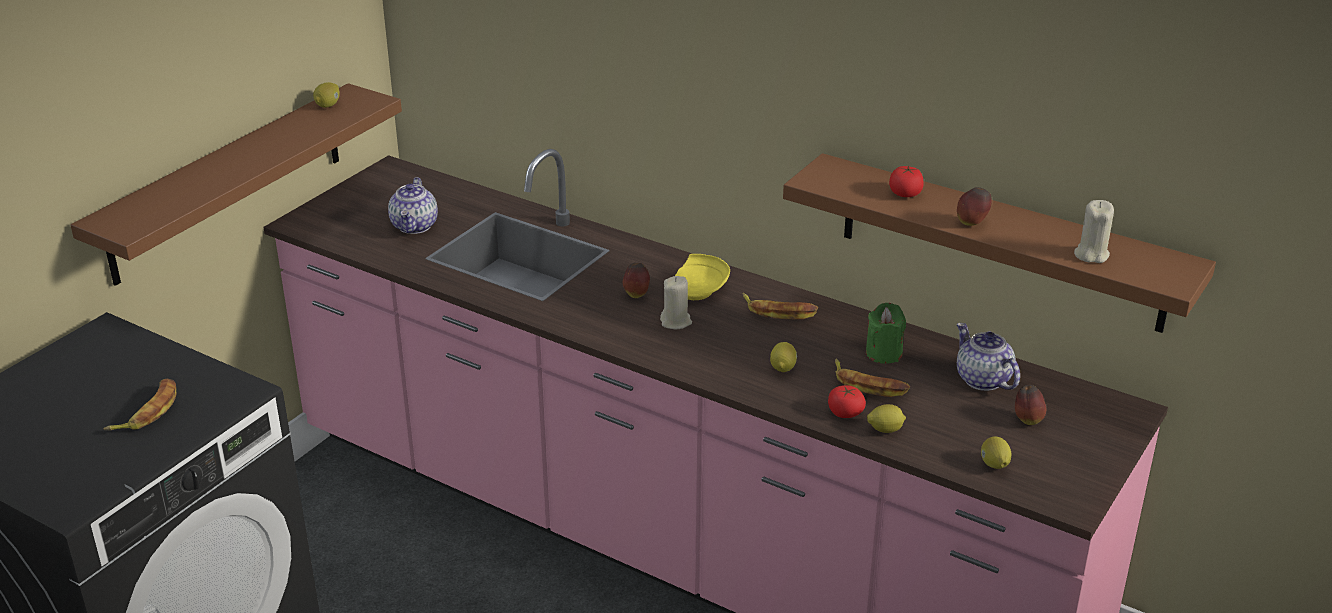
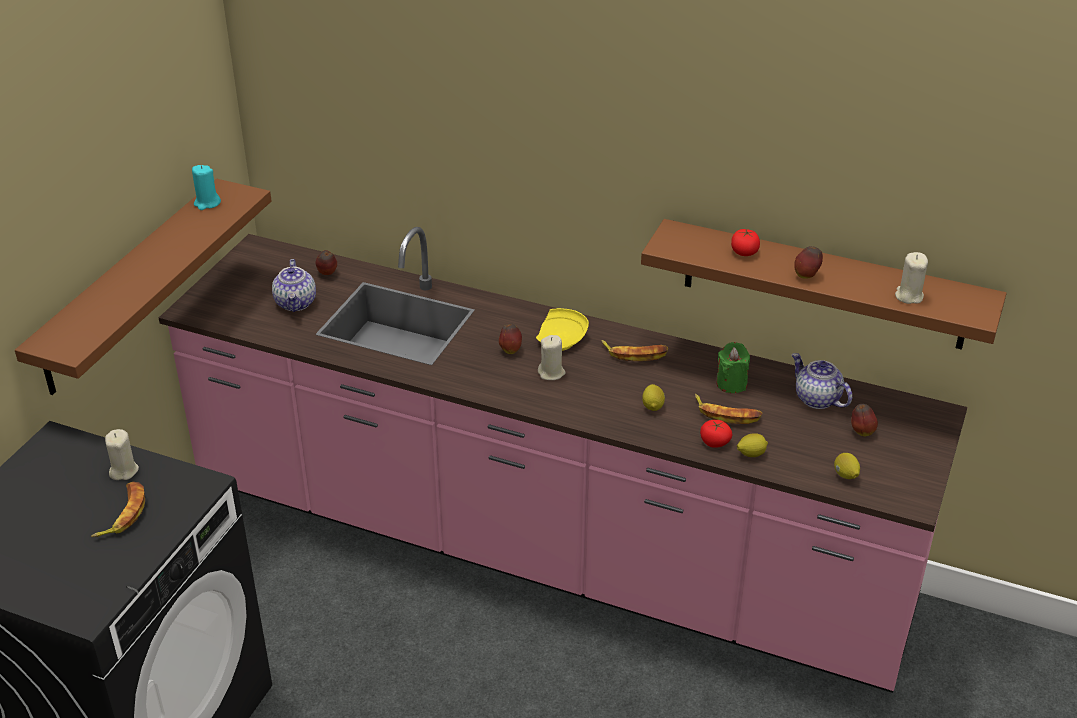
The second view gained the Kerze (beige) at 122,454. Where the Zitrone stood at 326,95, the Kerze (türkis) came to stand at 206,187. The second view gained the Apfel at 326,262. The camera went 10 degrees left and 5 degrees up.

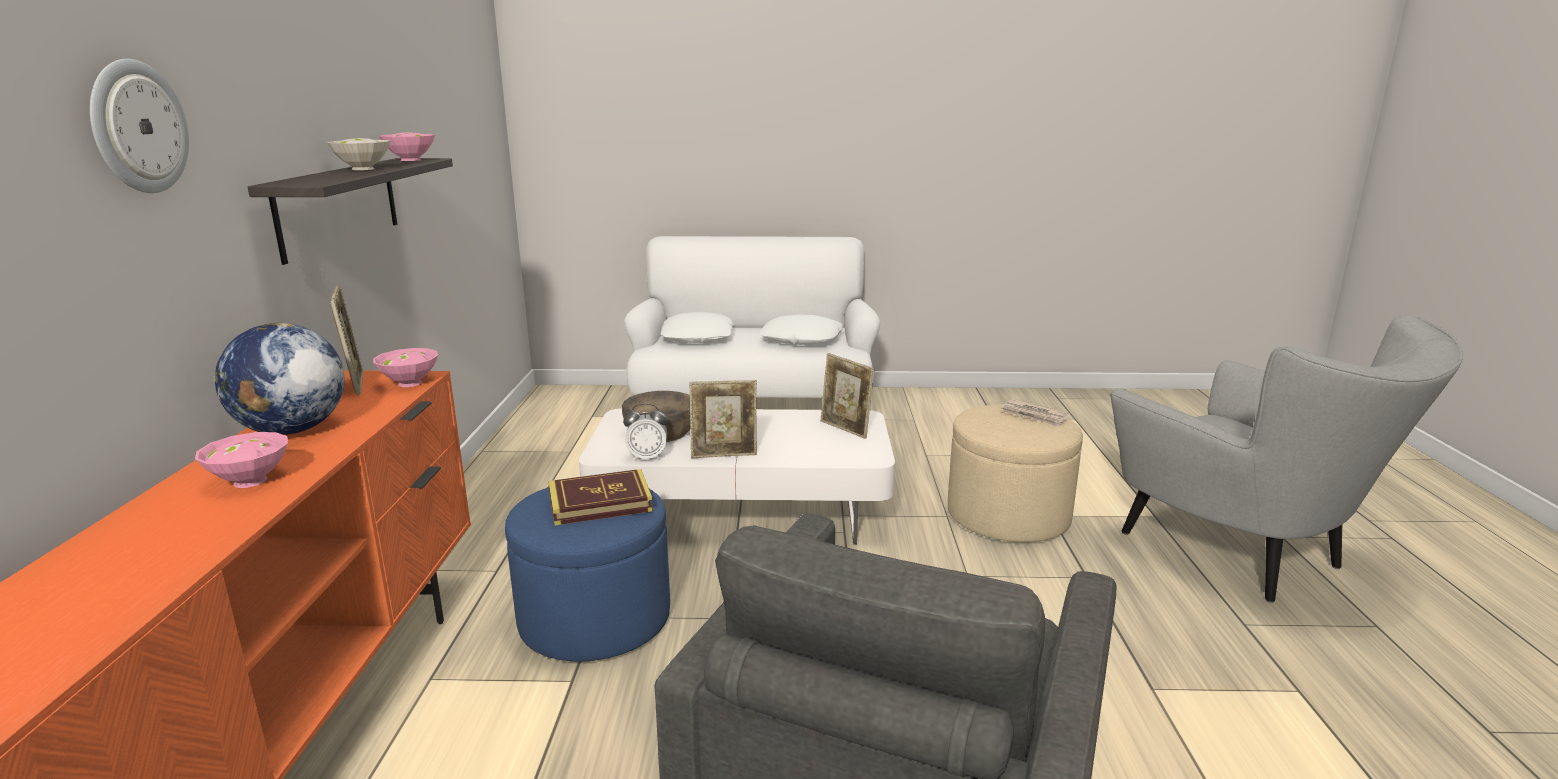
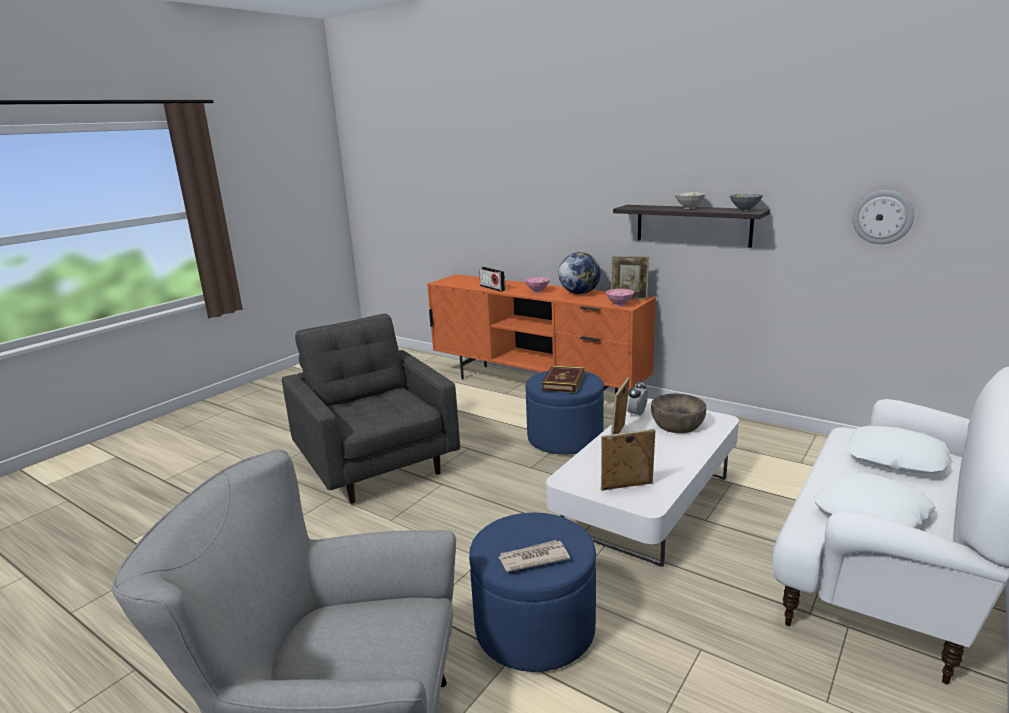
What was the Polsterhocker (beige) at 1015,473 turned into the Polsterhocker (blau) at 532,592. The second view gained the Radio at 492,279. What was the Schüssel (rosa) at 407,146 turned into the Schüssel (grau) at 746,202. The Wanduhr ended up elsewhere, having gone from 139,126 to 883,217. The camera went 125 degrees right and 0 degrees up.

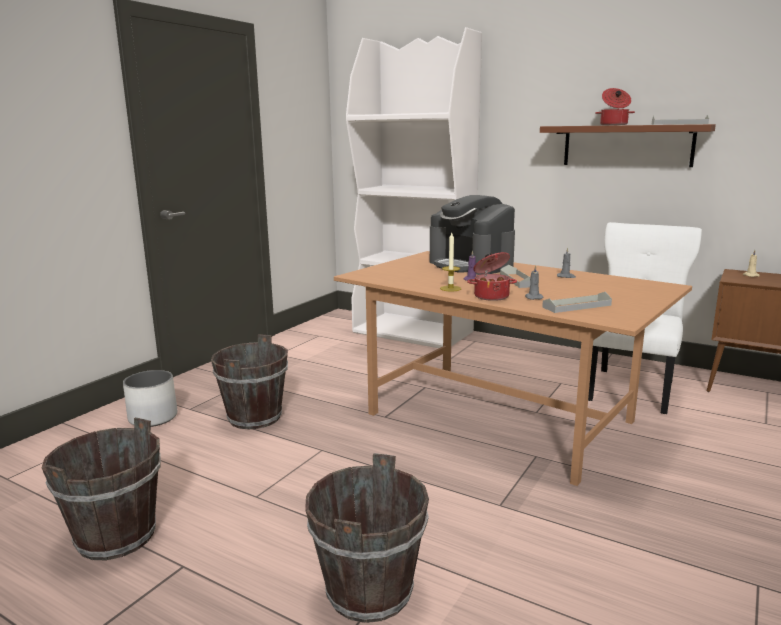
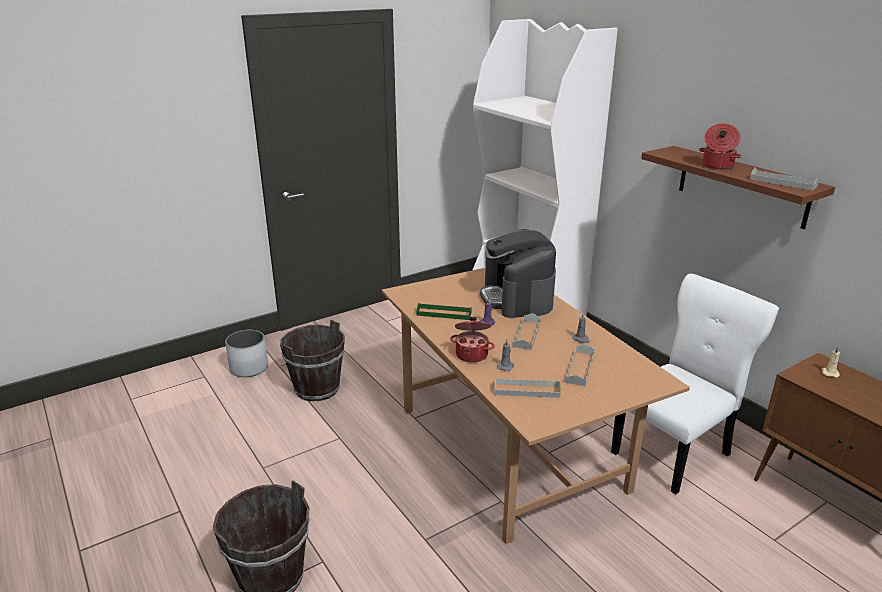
The second view gained the Tablett (grün) at 444,311. The second view gained the Tablett (grau) at 580,365. The second view lost the Eimer (braun) at 101,488. The second view lost the Kerze at 450,262. The camera went 25 degrees right and 10 degrees up.

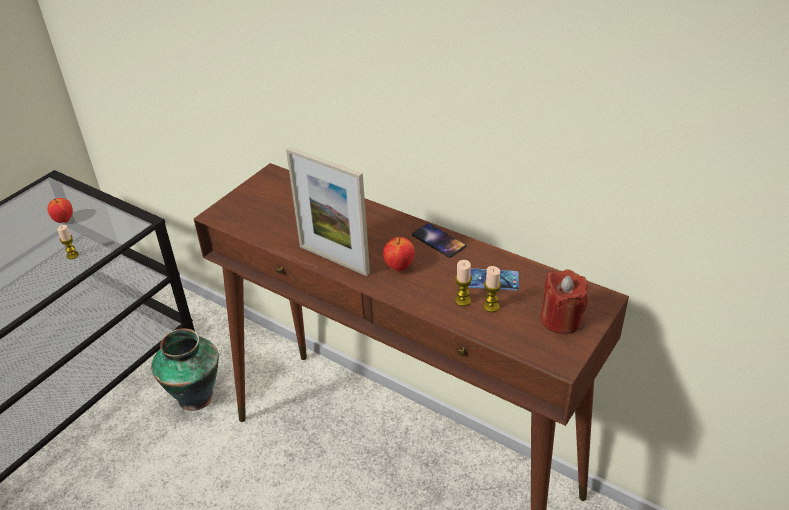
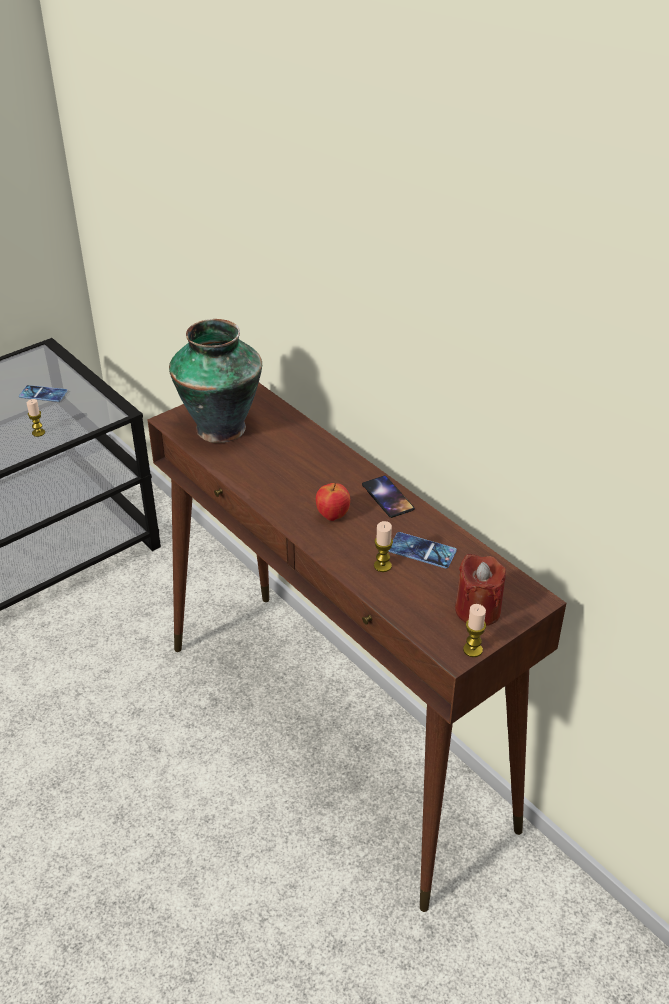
Where the Apfel stood at 60,210, the Handy came to stand at 43,393. The Vase ended up elsewhere, having gone from 185,370 to 215,381. The Kerze ended up elsewhere, having gone from 492,289 to 474,630. The second view lost the Bilderrahmen at 328,211. The camera went 15 degrees right and 0 degrees up.

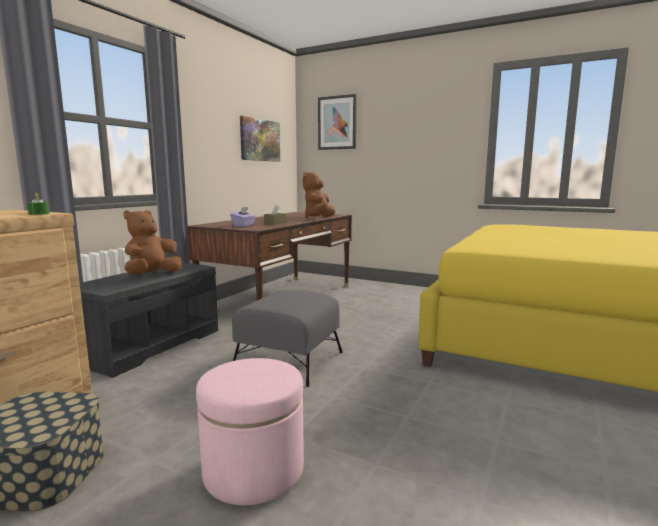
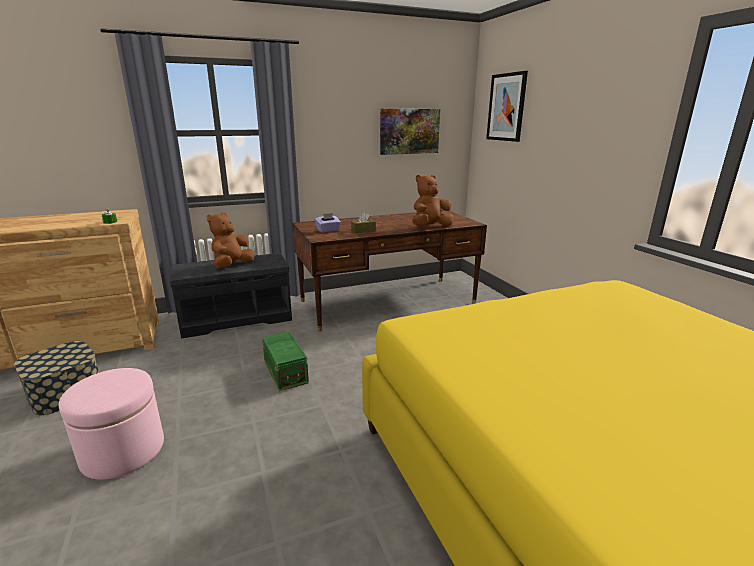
The Plüschtier (braun) at 153,242 ended up facing another way, 45 degrees counterclockwise from before. Where the Polsterhocker (grau) stood at 287,338, the Aufbewahrungsbox (grün) came to stand at 285,361. The camera went 40 degrees right and 10 degrees up.

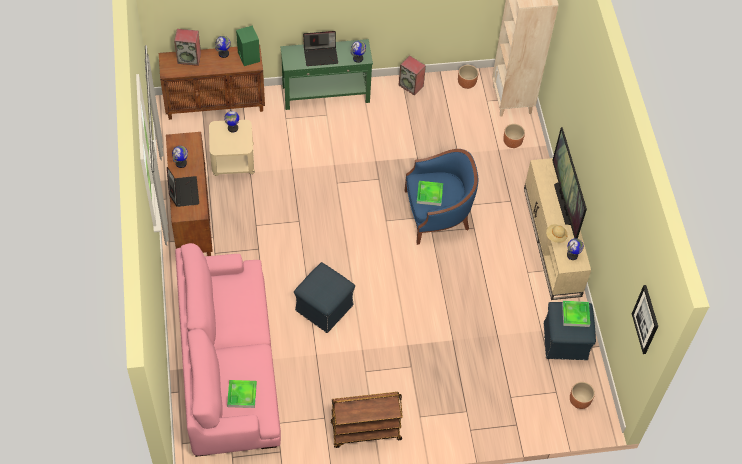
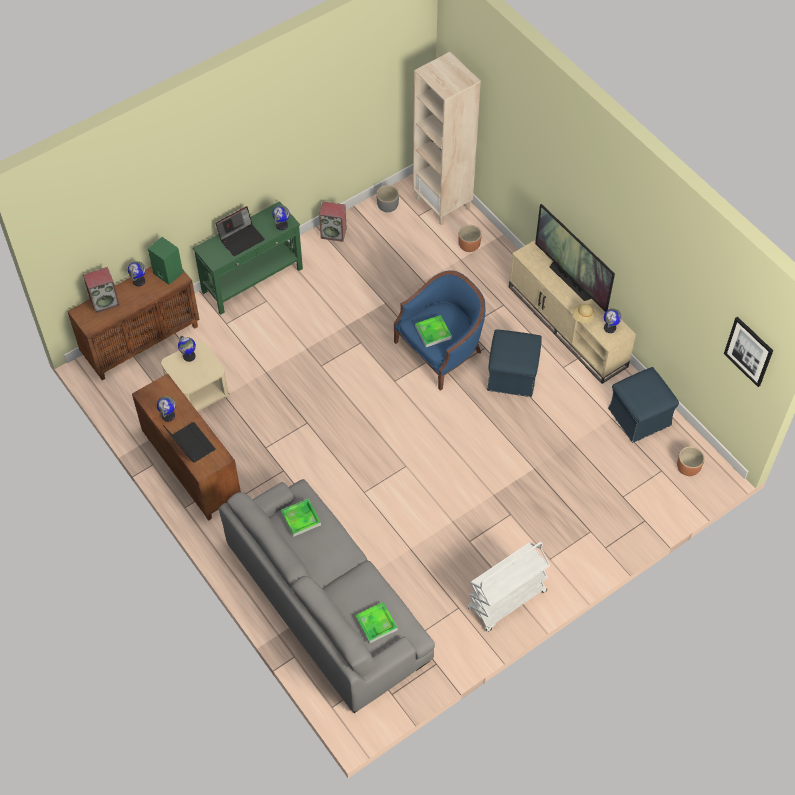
What was the Sofa (rosa) at 228,350 turned into the Sofa (grau) at 327,596. The Tablett ended up elsewhere, having gone from 576,314 to 301,518. What was the Pflanzkübel (braun) at 468,77 turned into the Pflanzkübel (grau) at 387,198. What was the Rollwagen (braun) at 367,420 turned into the Rollwagen (weiß) at 508,587. The Polsterhocker (blau) ended up elsewhere, having gone from 324,297 to 514,363. The camera went 25 degrees left and 0 degrees up.

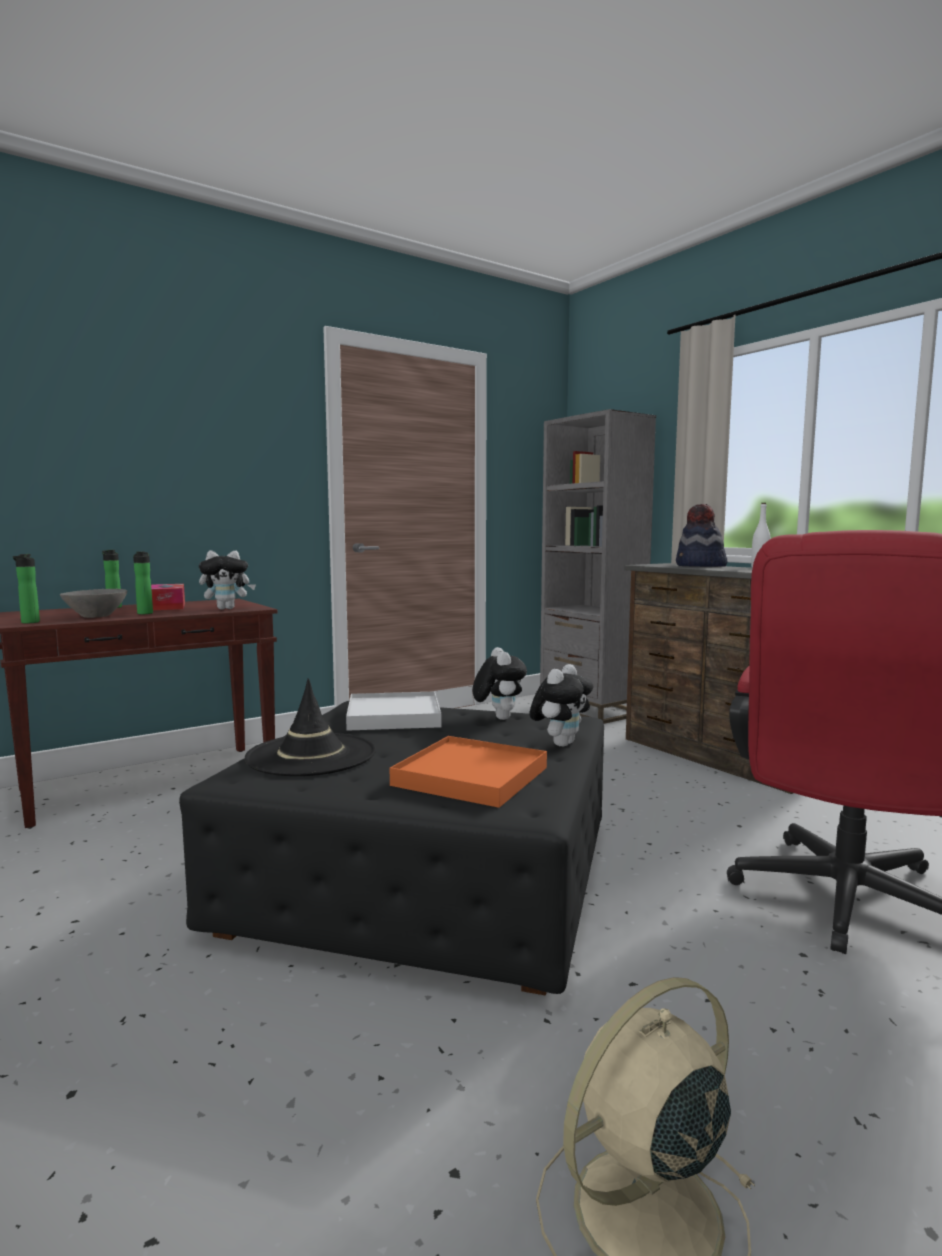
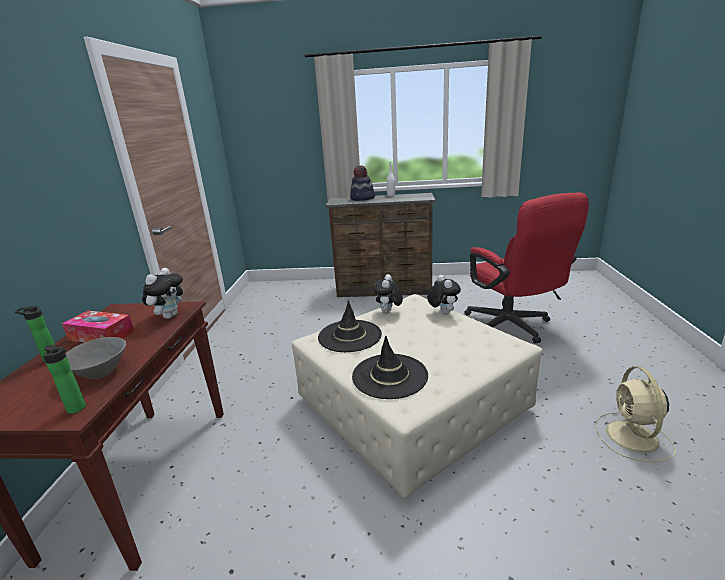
What was the Polsterhocker (schwarz) at 391,847 turned into the Polsterhocker (beige) at 417,396. Where the Tablett (weiß) stood at 393,711, the Hut (schwarz) came to stand at 350,326. The Plüschtier at 499,683 ended up facing another way, 105 degrees counterclockwise from before. The second view lost the Flasche at 143,583. The second view lost the Tablett (orange) at 468,772. The second view lost the Bücherregal (grau) at 598,566. The camera went 50 degrees left and 15 degrees up.

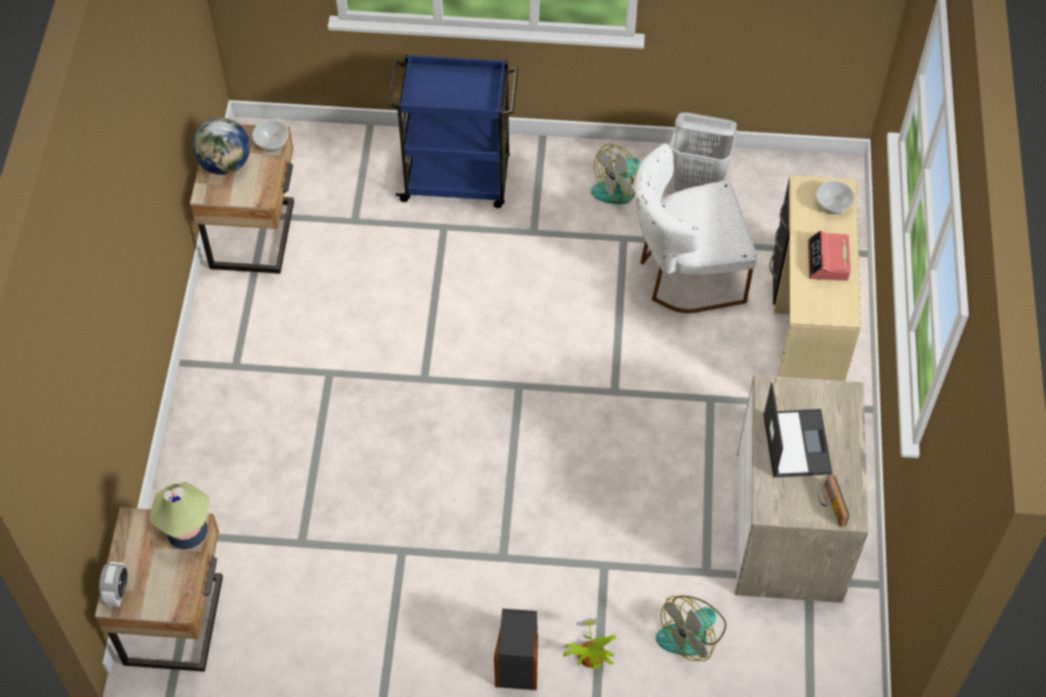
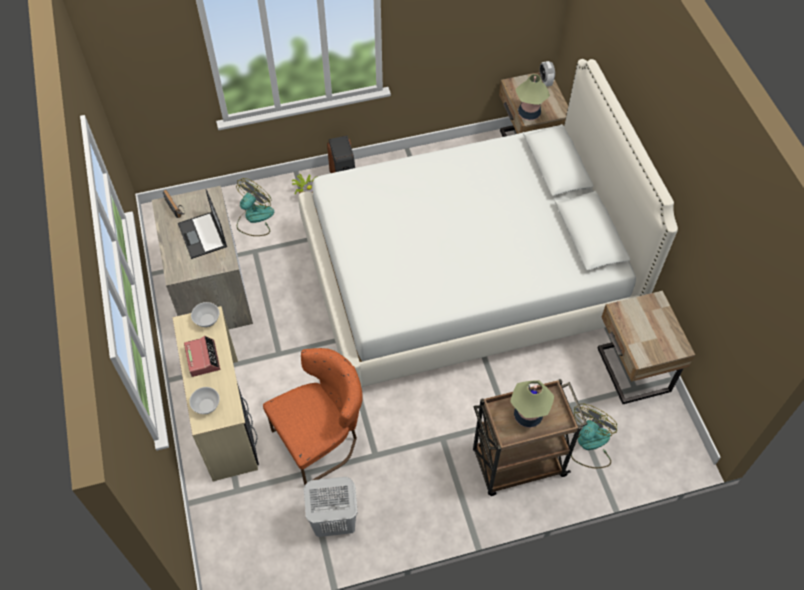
The Schüssel ended up elsewhere, having gone from 270,135 to 205,314. What was the Stuhl (weiß) at 696,228 turned into the Stuhl (orange) at 313,416. The second view gained the Bett (weiß) at 488,223. What was the Rollwagen (blau) at 452,131 turned into the Rollwagen (braun) at 530,437. The second view gained the Tischlampe at 532,404. The Ventilator ended up elsewhere, having gone from 616,174 to 594,436. The second view lost the Globus at 221,146. The camera went 160 degrees right and 0 degrees up.

